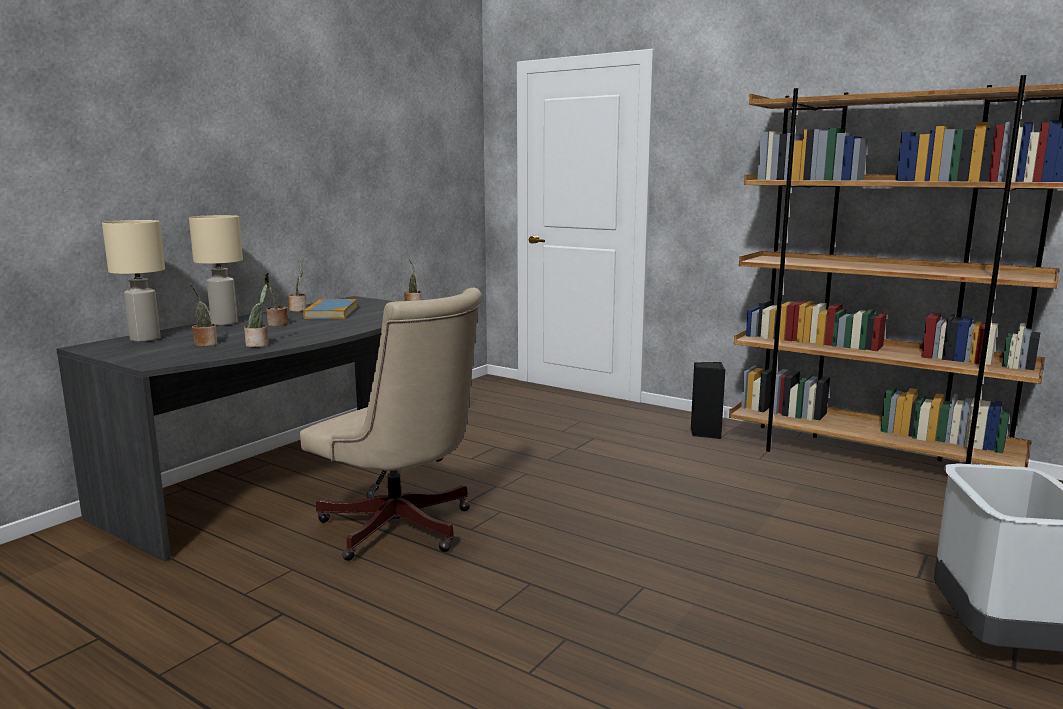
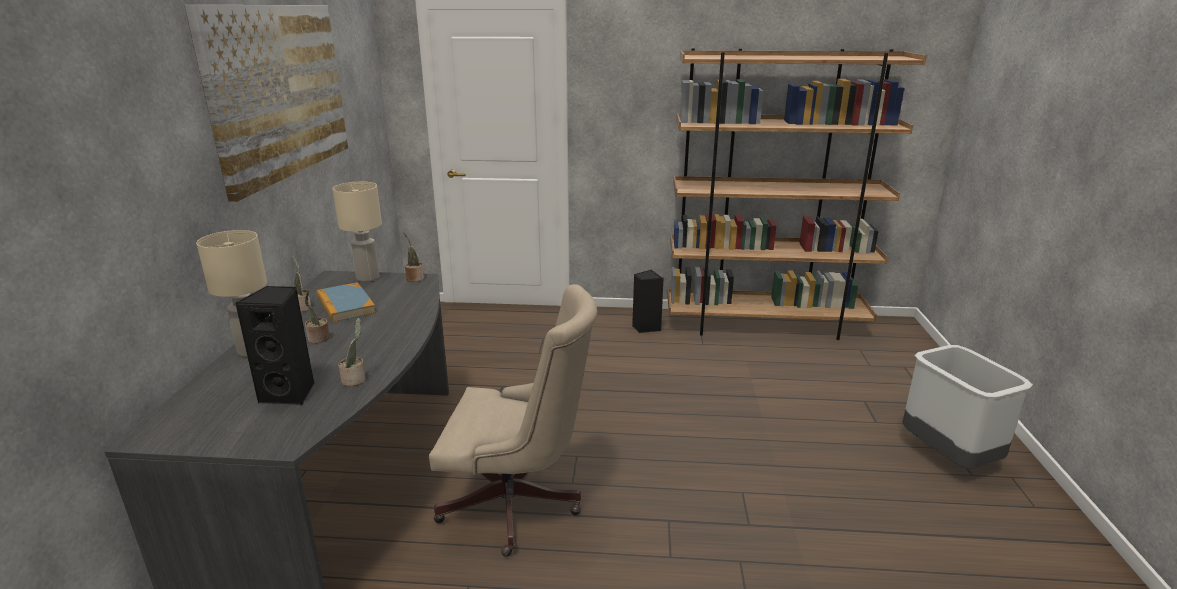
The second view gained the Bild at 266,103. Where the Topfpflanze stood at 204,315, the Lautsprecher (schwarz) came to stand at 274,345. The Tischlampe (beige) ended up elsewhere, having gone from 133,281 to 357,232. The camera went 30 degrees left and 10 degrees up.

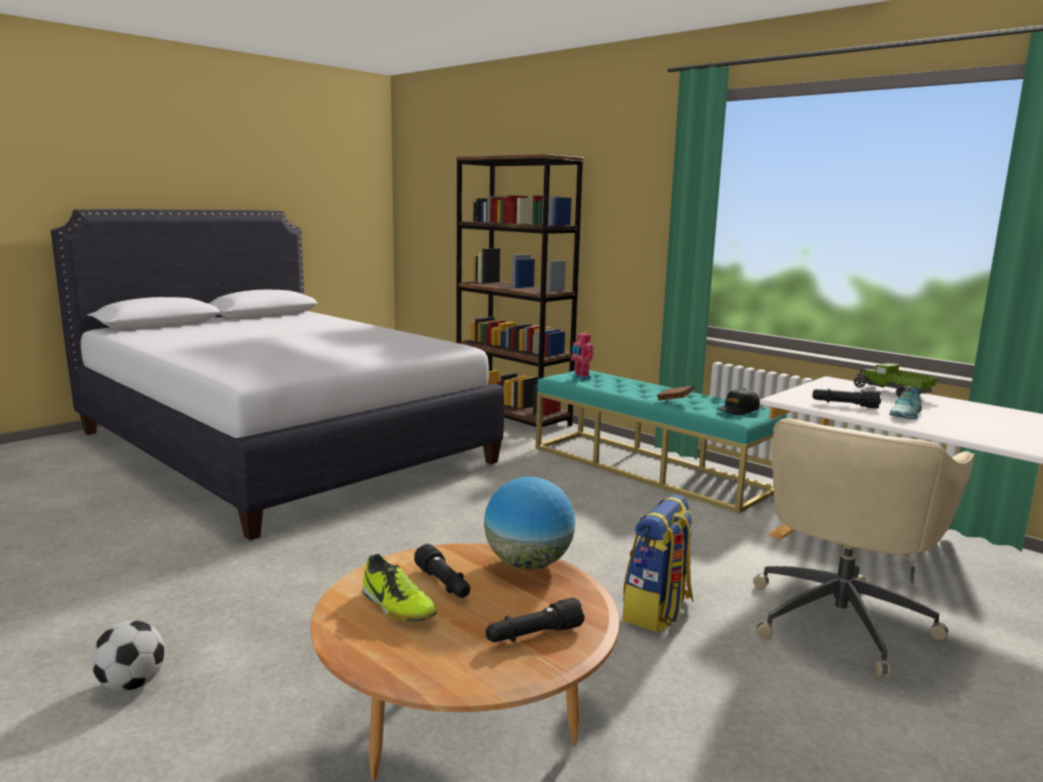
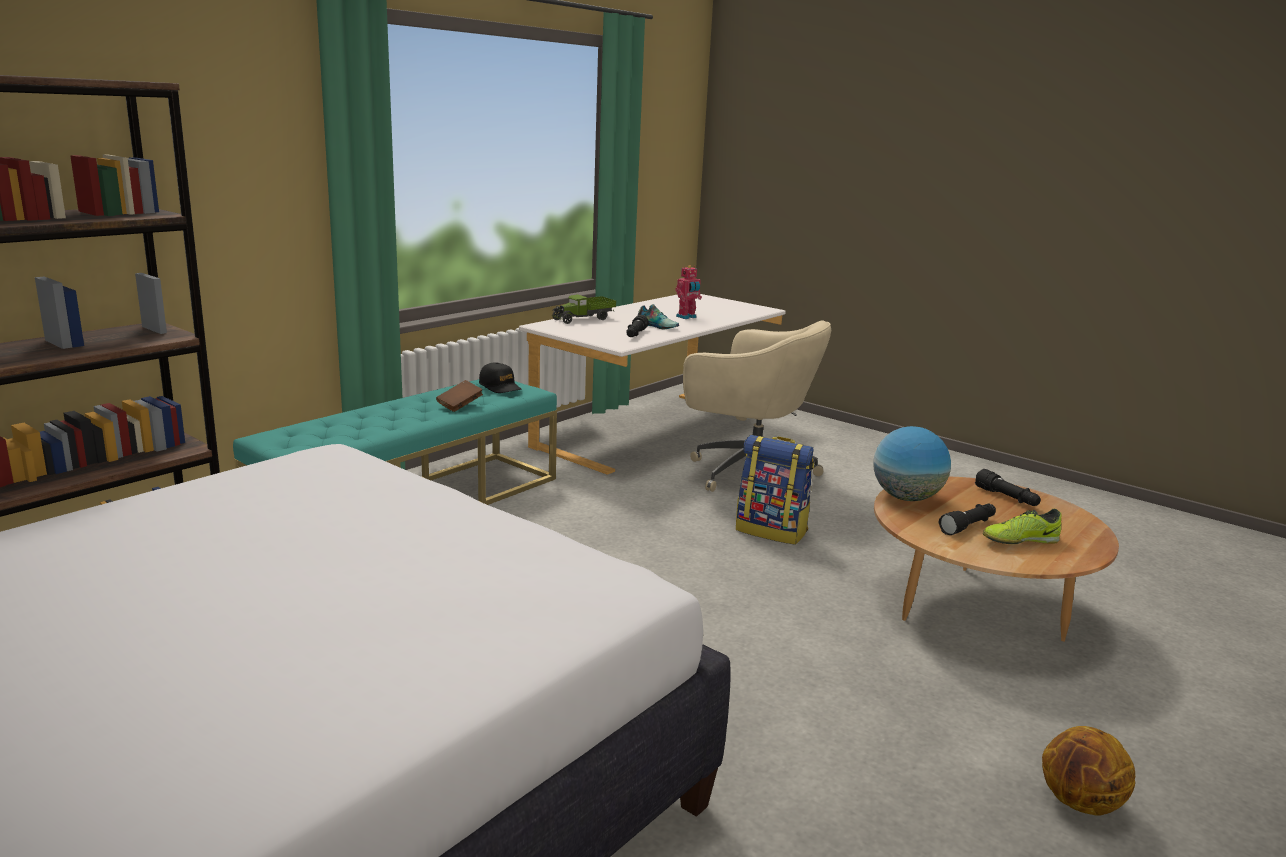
The Spielzeugroboter ended up elsewhere, having gone from 582,355 to 688,292. The Schuh at 399,588 ended up facing another way, 150 degrees counterclockwise from before. Where the Fußball stood at 128,655, the Basketball came to stand at 1088,771. The camera went 95 degrees left and 5 degrees up.

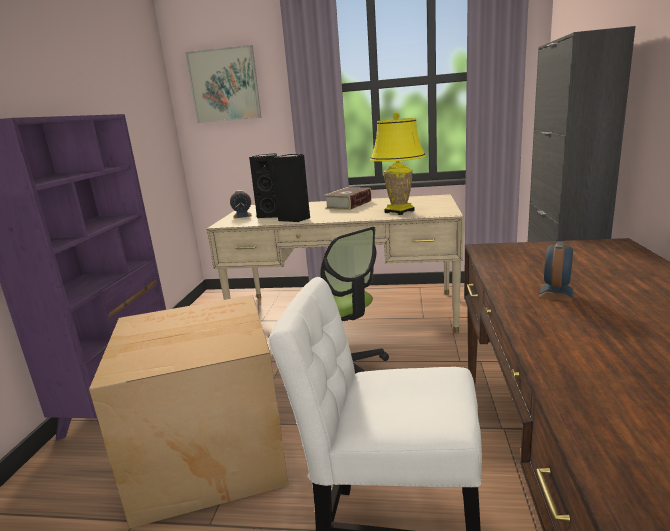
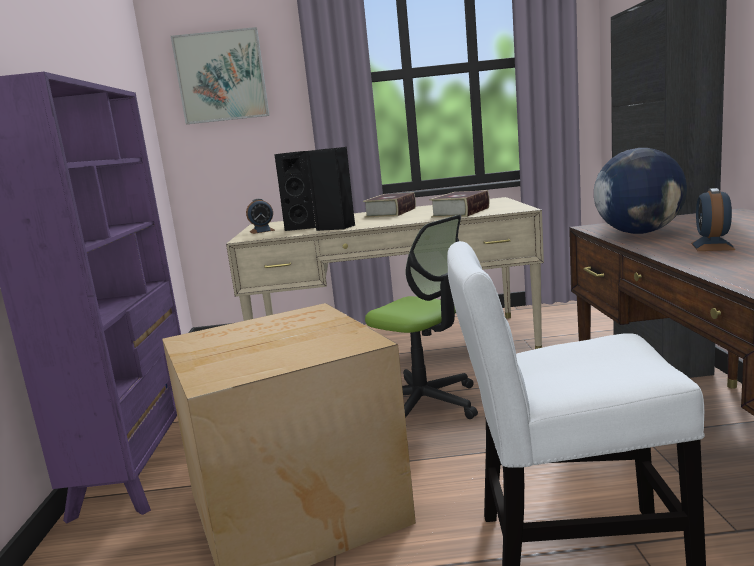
Where the Tischlampe (gelb) stood at 398,163, the Buch came to stand at 459,204. The second view gained the Globus at 640,191. The camera went 10 degrees left and 5 degrees down.

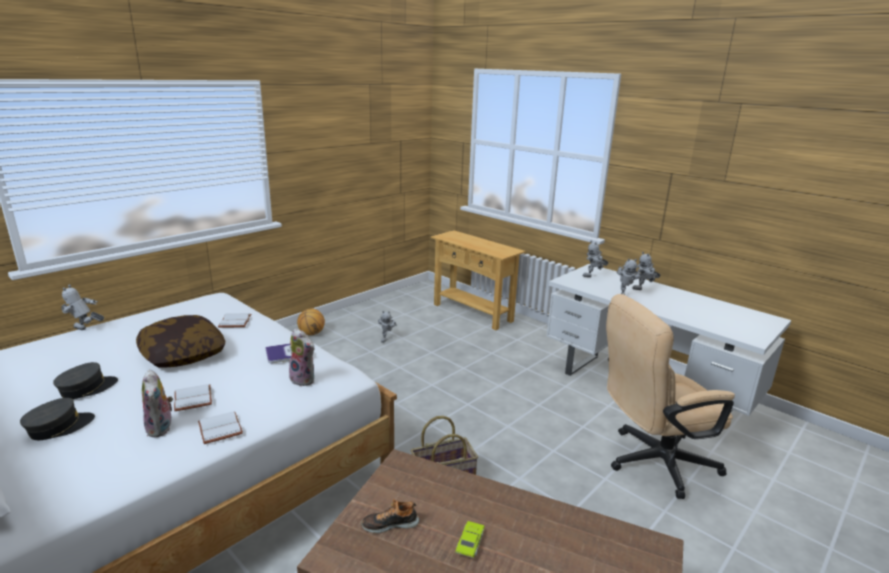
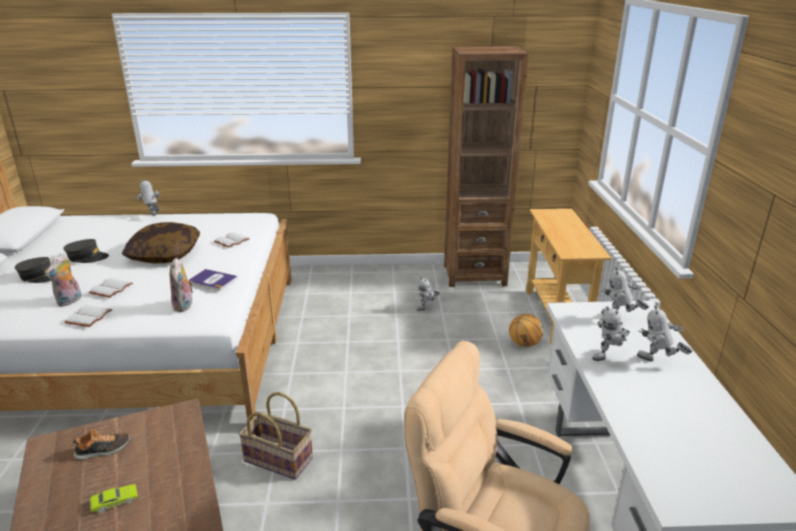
The Schuh at 390,516 ended up facing another way, 120 degrees clockwise from before. The second view gained the Bücherregal (braun) at 486,166. The Basketball ended up elsewhere, having gone from 311,321 to 526,330. The camera went 45 degrees right and 5 degrees up.

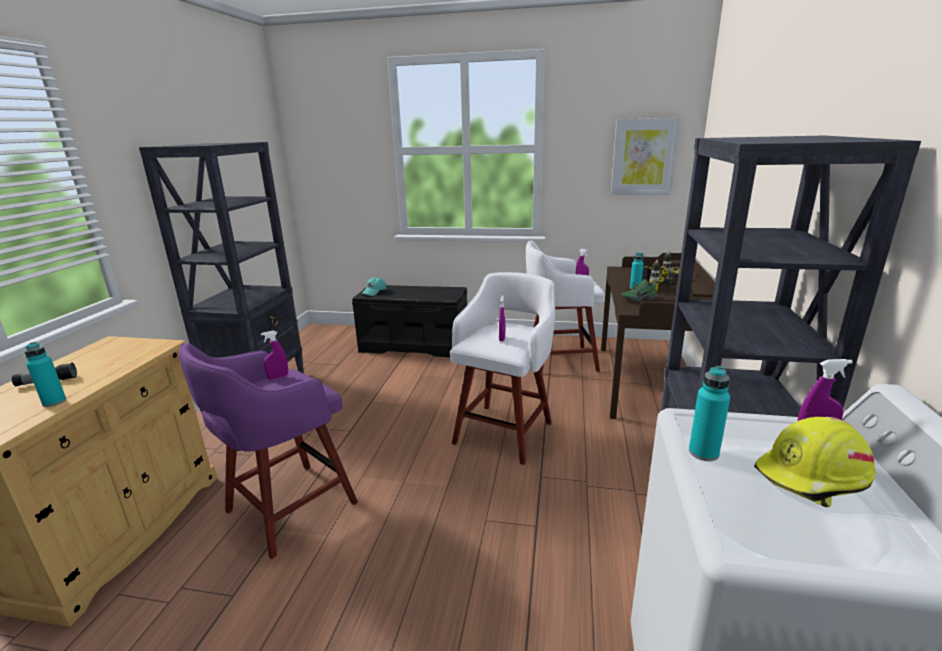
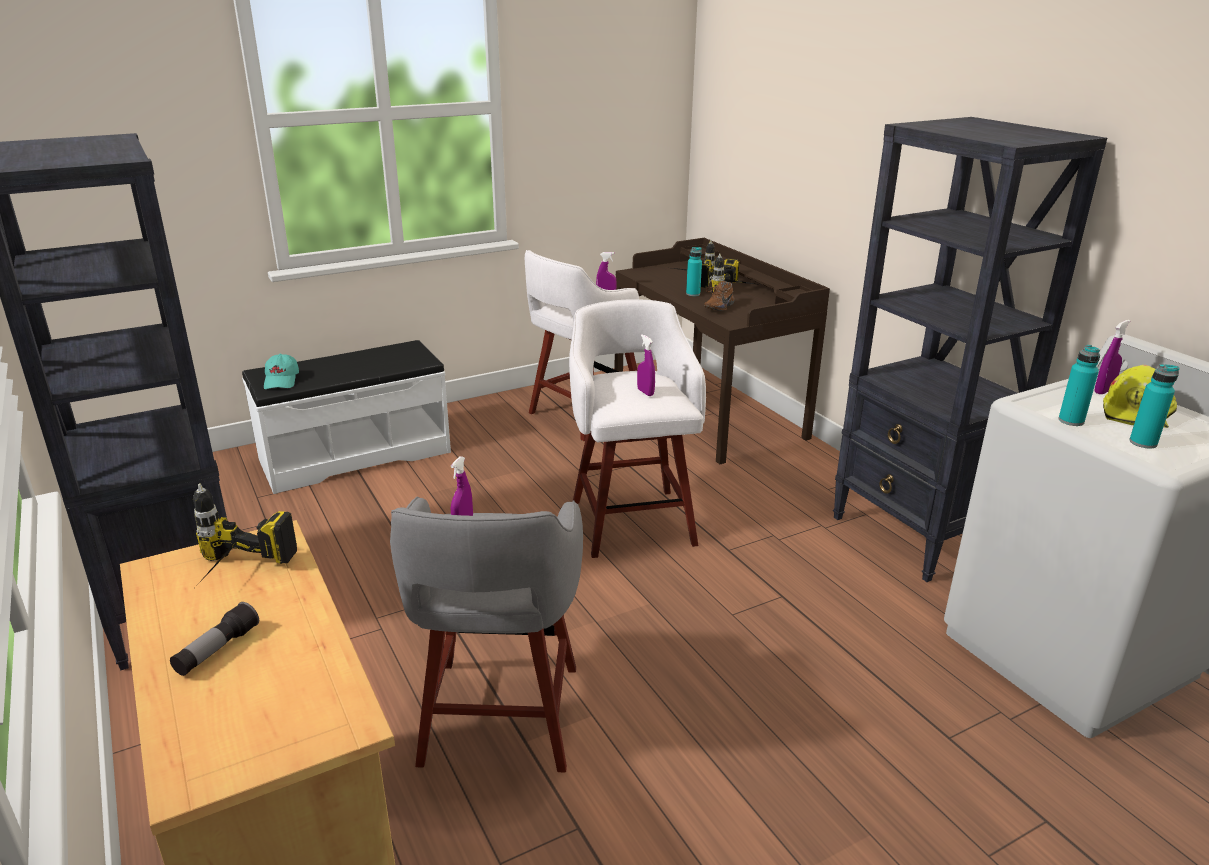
The second view gained the Bohrmaschine at 245,534. What was the Bank (schwarz) at 409,321 turned into the Bank (weiß) at 346,417. What was the Hocker (lila) at 268,451 turned into the Hocker (grau) at 486,634. What was the Schuh (grün) at 639,290 turned into the Schuh (braun) at 719,296. The Flasche (türkis) ended up elsewhere, having gone from 45,374 to 1154,406. The second view lost the Bild at 645,156. The camera went 40 degrees left and 5 degrees up.

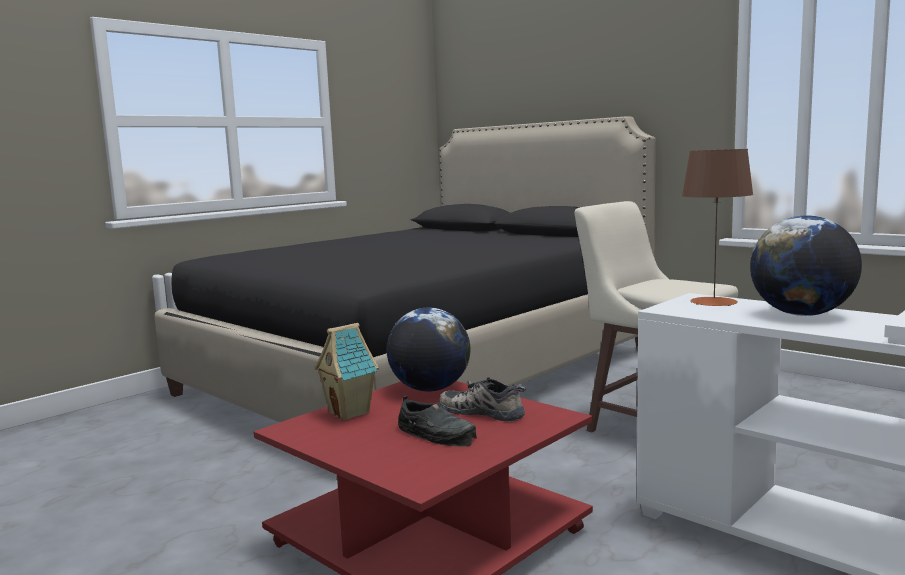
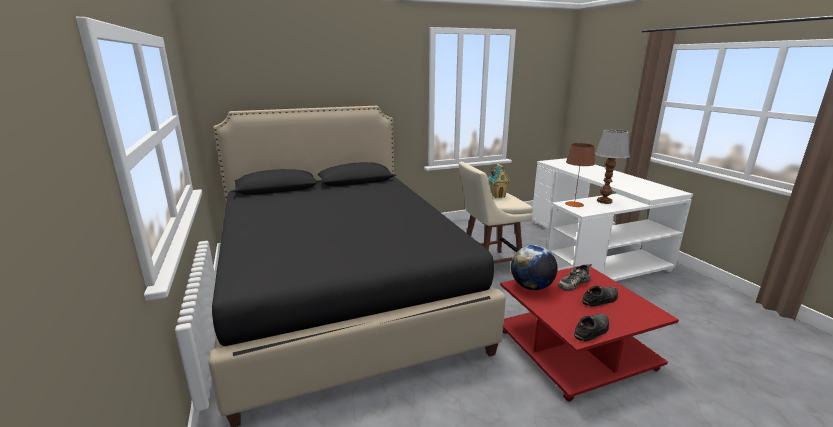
The Spielzeughaus ended up elsewhere, having gone from 346,372 to 499,181. The second view gained the Schuh (schwarz) at 591,328. Where the Globus stood at 806,265, the Tischlampe came to stand at 612,166. The camera went 65 degrees left and 10 degrees up.

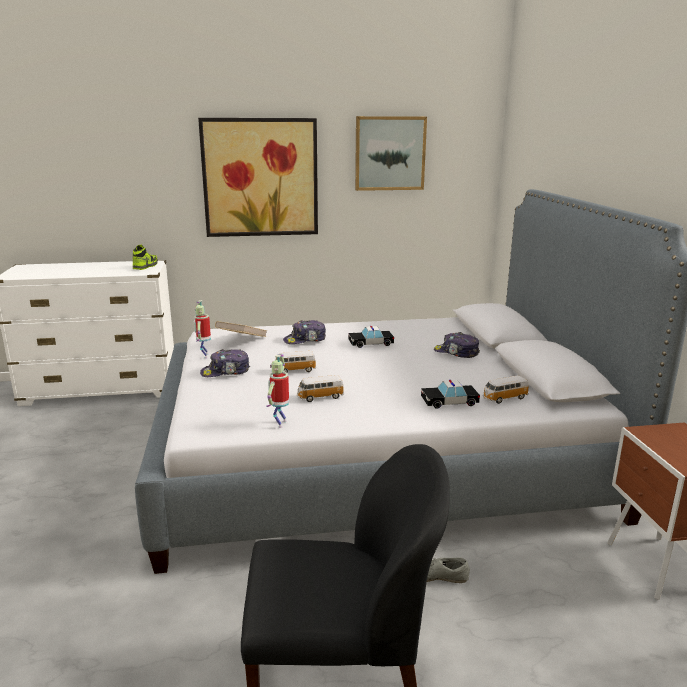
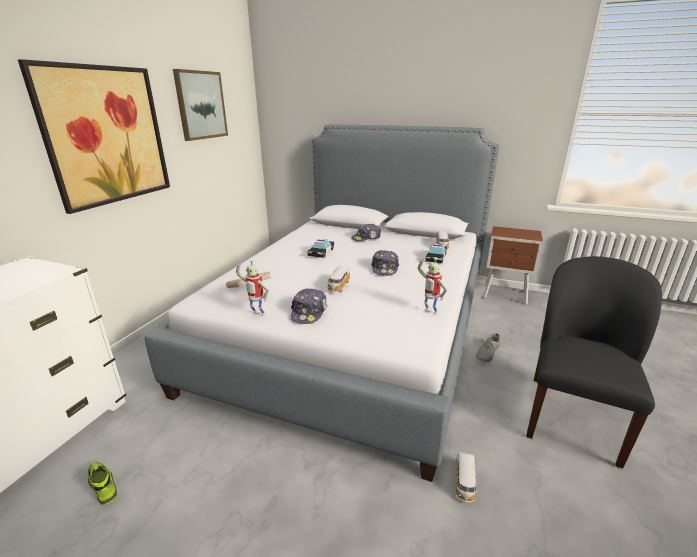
The Schuh ended up elsewhere, having gone from 145,257 to 102,483. The Kappe ended up elsewhere, having gone from 304,332 to 385,263. The Spielzeugauto ended up elsewhere, having gone from 320,388 to 466,477. The camera went 60 degrees left and 5 degrees up.

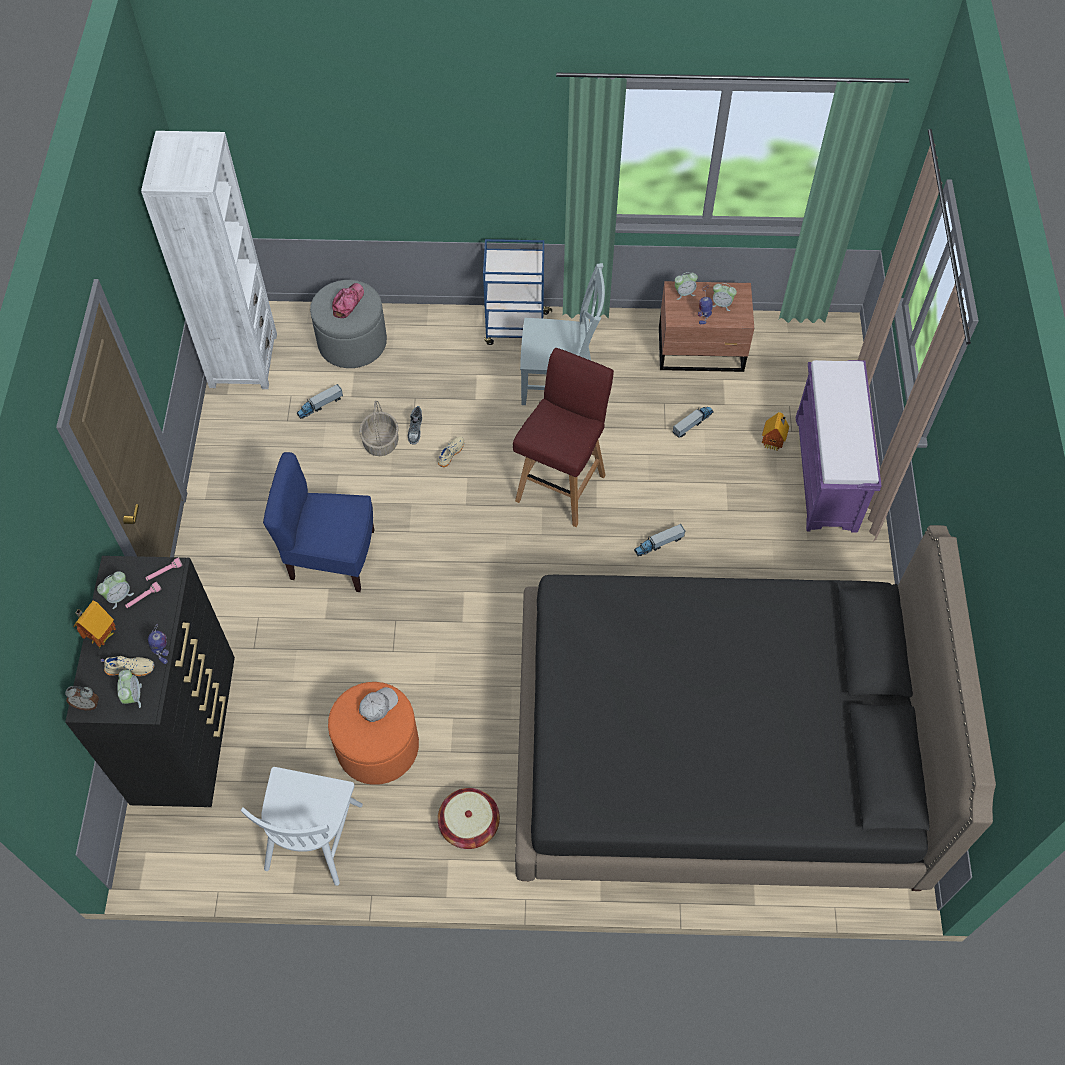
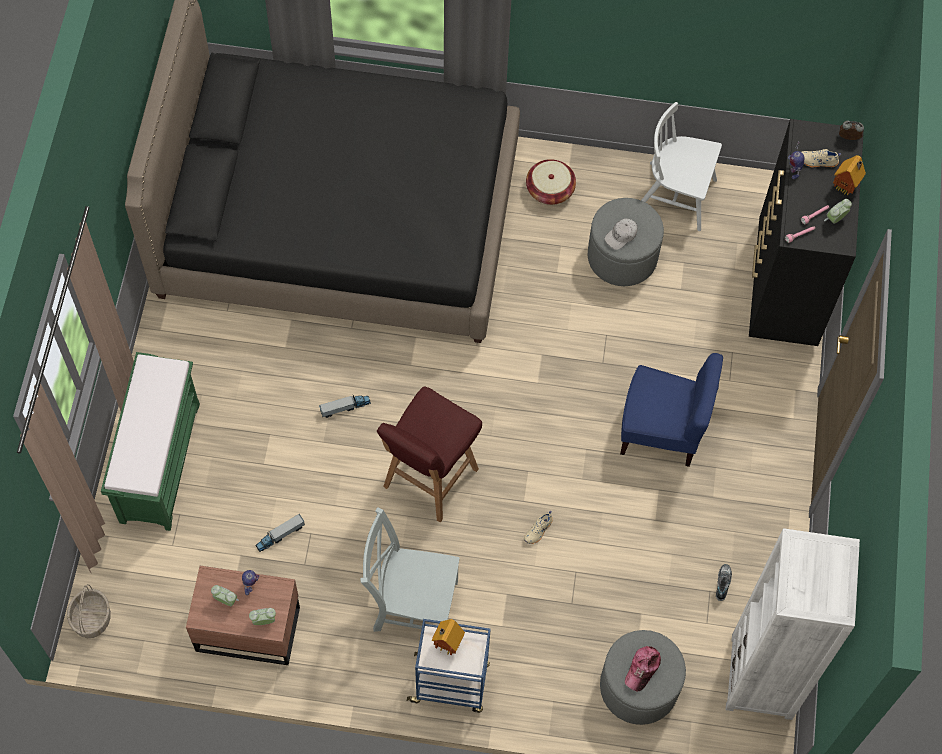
The Korb ended up elsewhere, having gone from 379,428 to 89,611. What was the Bank (lila) at 839,446 turned into the Bank (grün) at 150,441. The Spielzeughaus ended up elsewhere, having gone from 775,431 to 448,637. What was the Polsterhocker (orange) at 373,733 turned into the Polsterhocker (grau) at 626,242. The Stuhl (weiß) at 302,826 ended up facing another way, 90 degrees counterclockwise from before. The Schuh ended up elsewhere, having gone from 415,425 to 724,582. The second view lost the Wecker at 129,689. The second view lost the Spielzeuglaster at 320,401. The camera went 175 degrees left and 5 degrees up.

